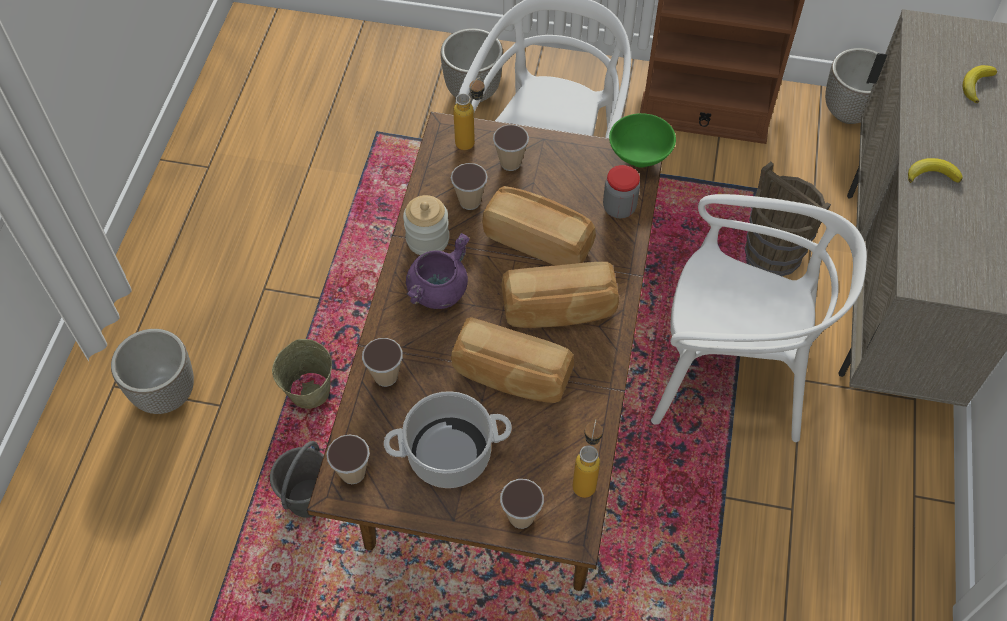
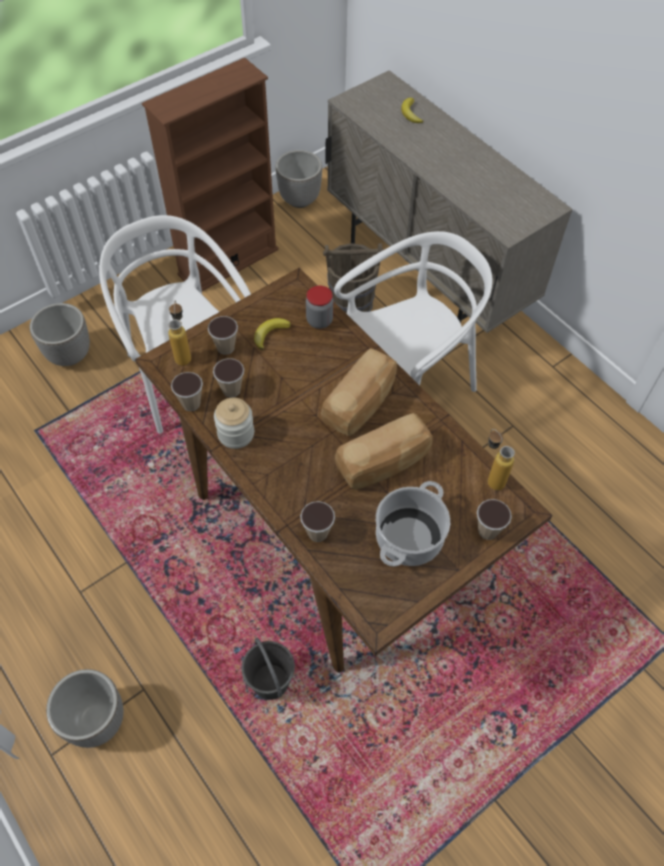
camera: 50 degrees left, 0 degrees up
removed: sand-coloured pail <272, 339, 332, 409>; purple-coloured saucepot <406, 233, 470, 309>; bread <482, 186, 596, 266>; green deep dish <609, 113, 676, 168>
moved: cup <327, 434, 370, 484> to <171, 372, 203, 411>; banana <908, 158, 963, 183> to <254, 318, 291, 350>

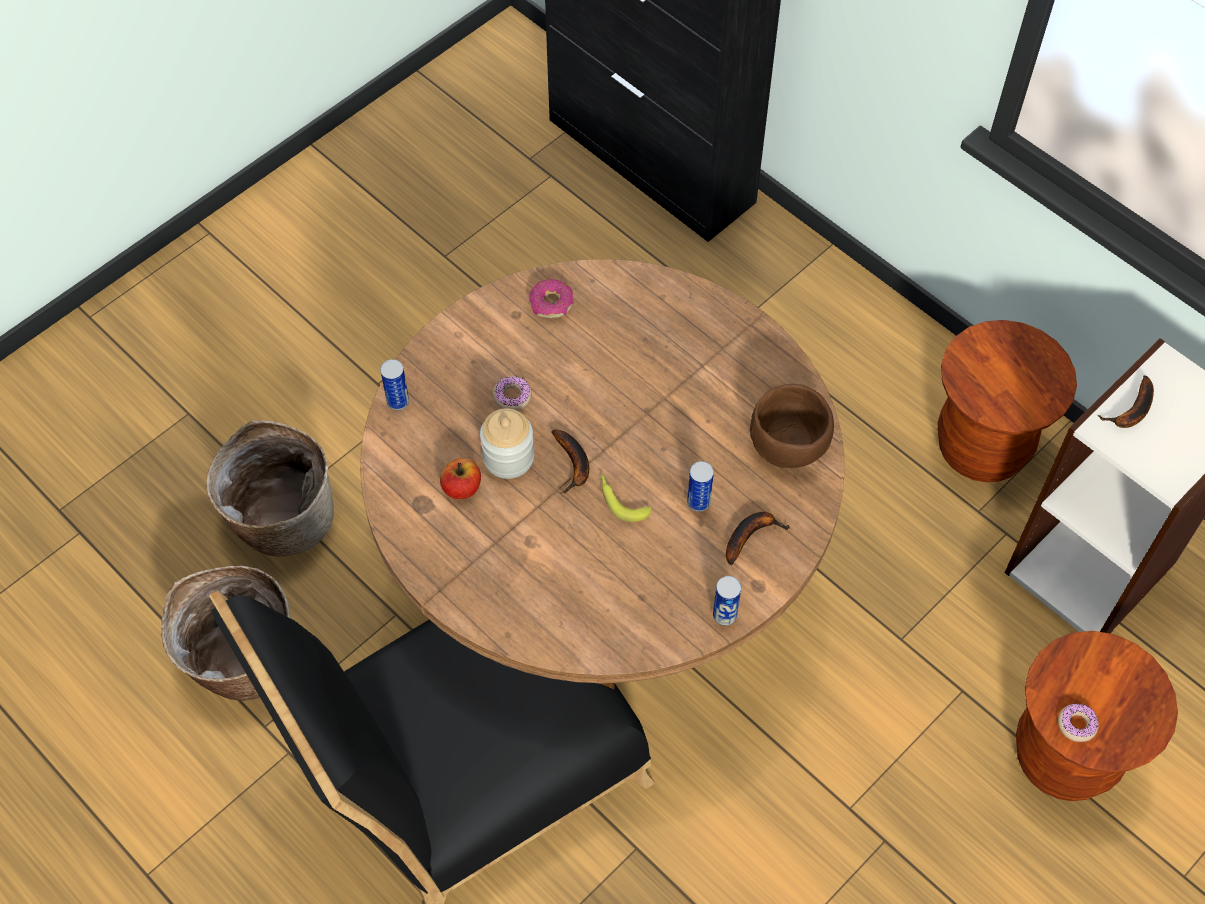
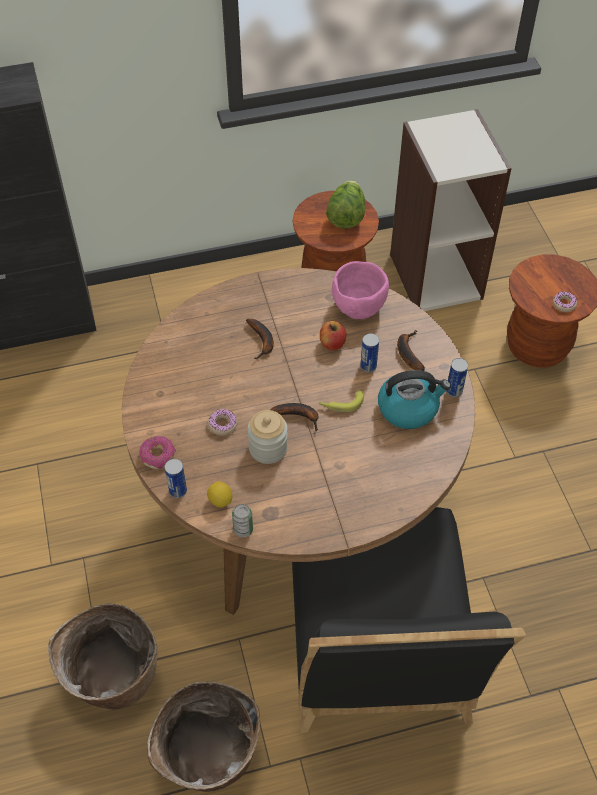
camera: 60 degrees left, 5 degrees down
added: whole lemon <207, 481, 232, 508>; sealed can <232, 504, 253, 537>; lettuce <326, 180, 365, 229>; tea kettle <378, 370, 451, 429>
moved: apple fruit <440, 458, 481, 499> to <320, 321, 346, 351>; ring doughnut <529, 279, 574, 318> to <139, 436, 176, 469>; banana <1098, 376, 1154, 428> to <246, 319, 274, 359>
recoloured: brown-coloured deep dish <750, 384, 834, 468> to pink-coloured deep dish <332, 261, 389, 319>

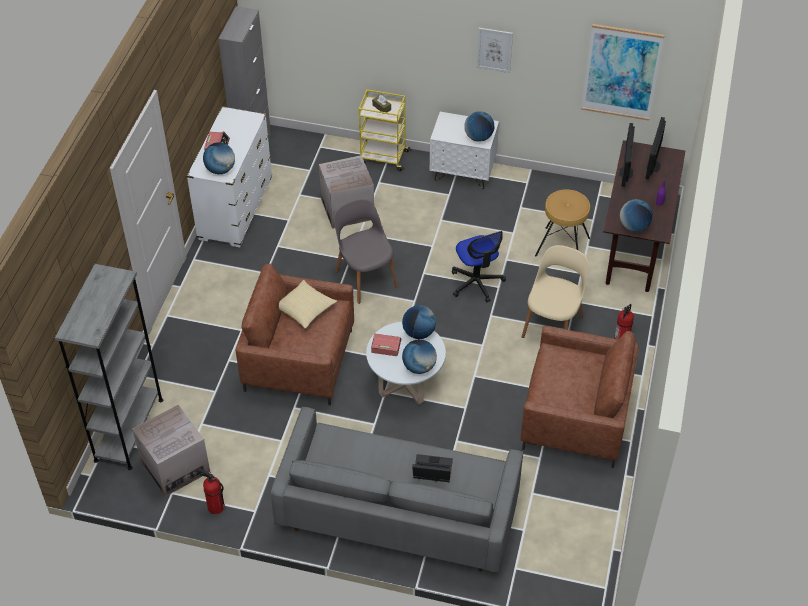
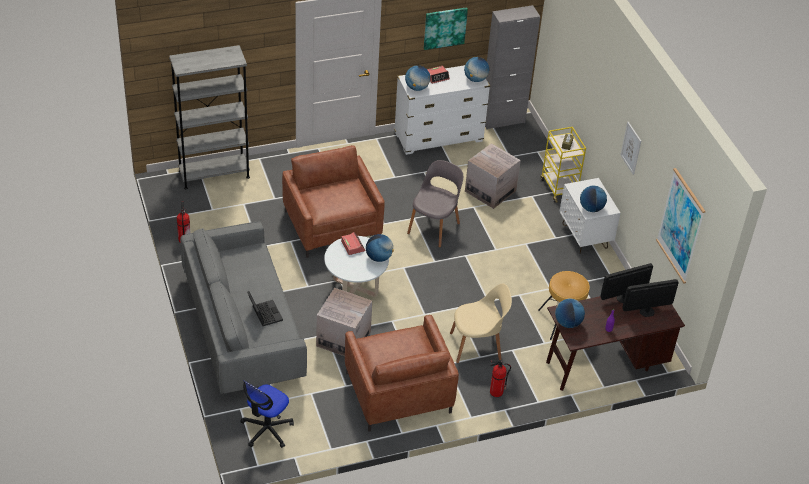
camera: 55 degrees right, 5 degrees down
removed: throw pillow <279, 280, 337, 329>
added: picture <424, 7, 468, 50>
moved: cardboard box <133, 404, 210, 497> to <316, 288, 372, 356>; world globe <402, 339, 437, 374> to <464, 57, 489, 82>; desk chair <452, 231, 506, 302> to <240, 380, 294, 448>

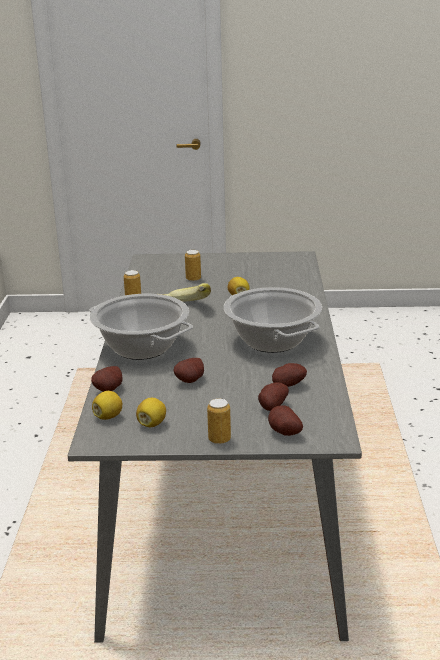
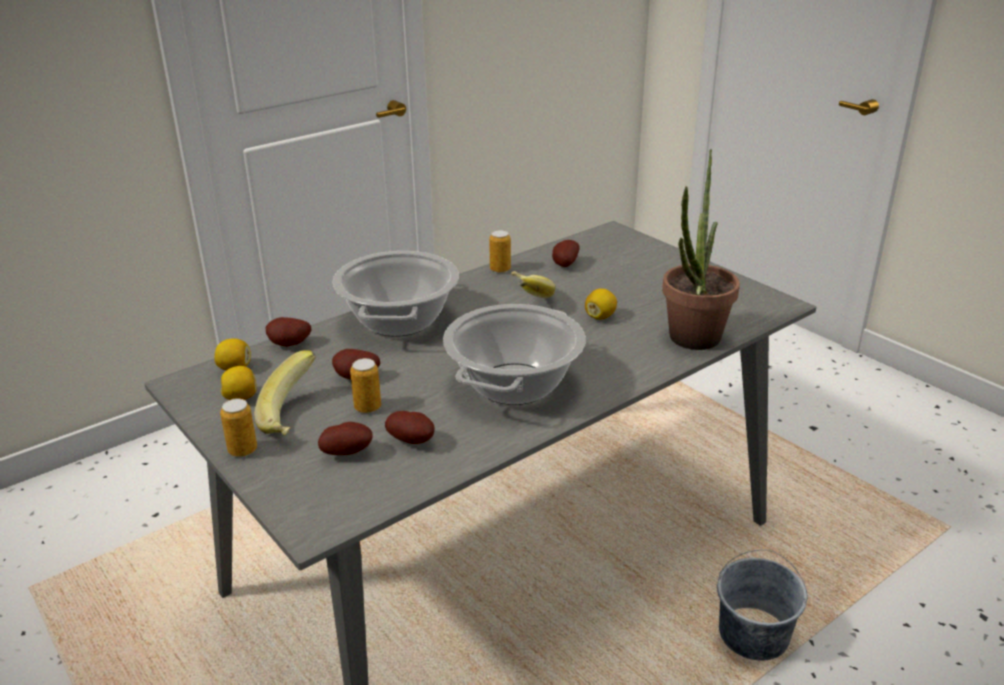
camera: 50 degrees right, 5 degrees up
added: banana <254, 350, 316, 436>; houseplant <662, 149, 740, 350>; gray pail <717, 549, 808, 661>
moved: sealed can <185, 250, 201, 281> to <350, 358, 381, 413>; whole potato <268, 405, 303, 436> to <552, 240, 580, 267>

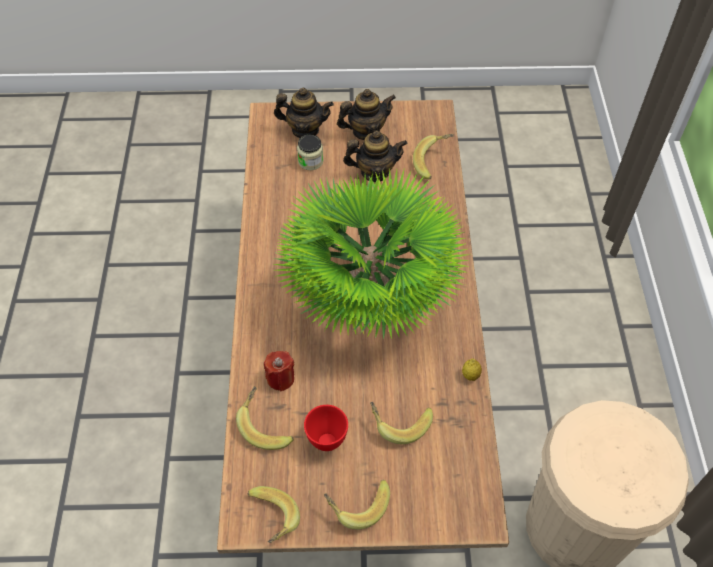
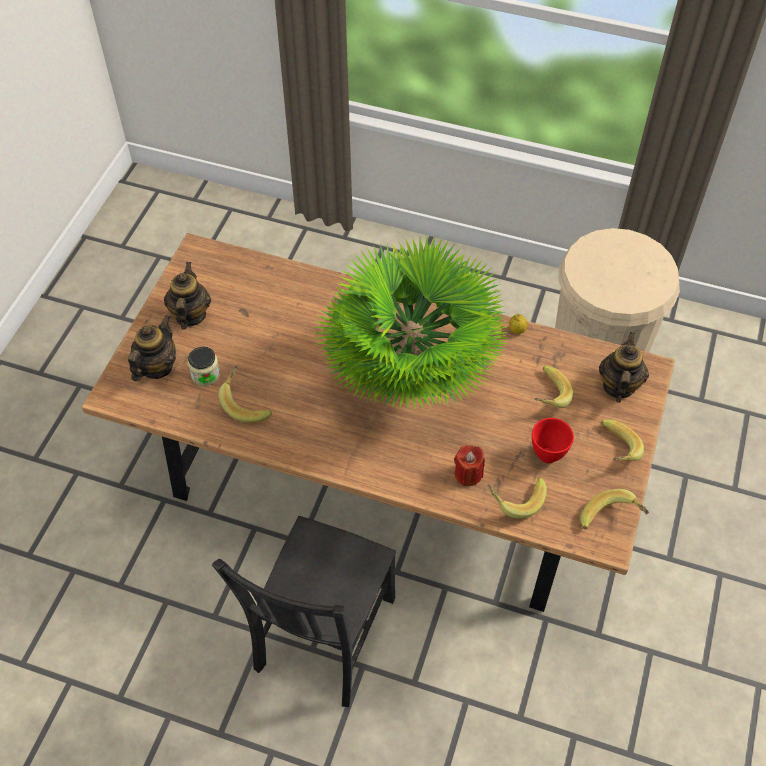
camera: 70 degrees left, 0 degrees up
added: blackish upright chair <212, 516, 396, 707>
moved: teapot <343, 130, 407, 182> to <599, 332, 649, 403>; banana <413, 134, 454, 179> to <219, 365, 272, 423>

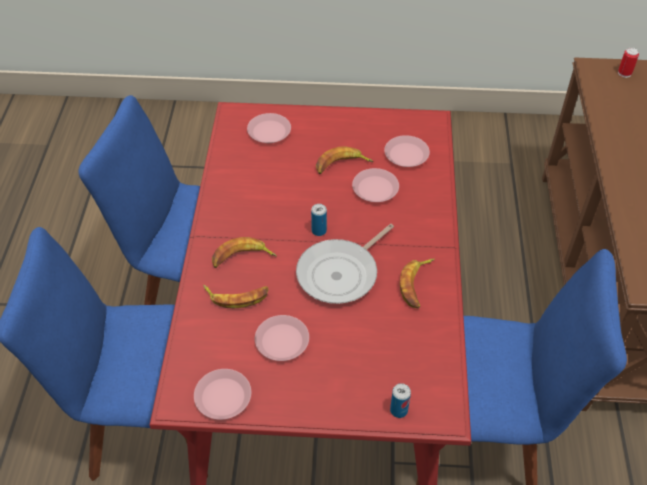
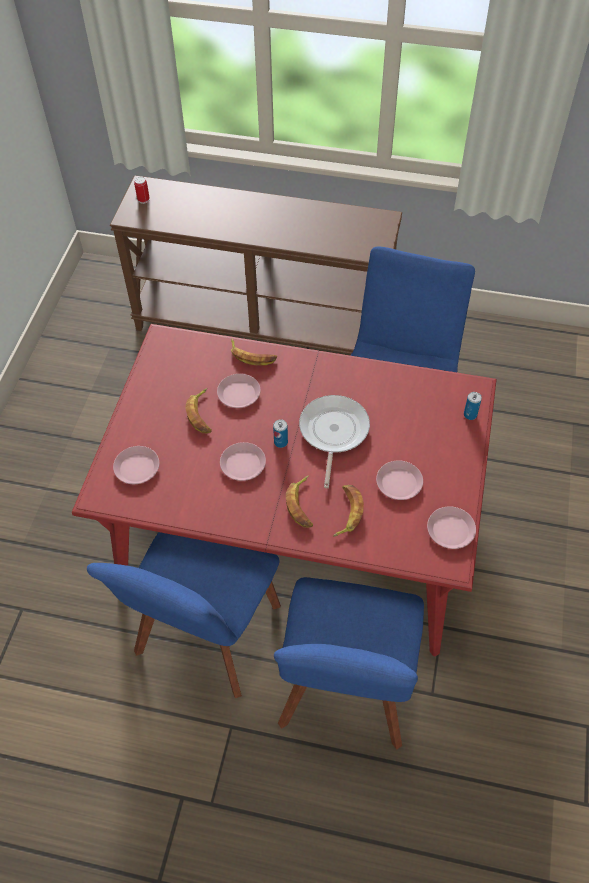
camera: 80 degrees left, 5 degrees up
moved: pink-coloured dinner plate <384, 135, 430, 167> to <220, 442, 266, 481>; banana <400, 259, 435, 308> to <231, 339, 277, 366>
turned: pan <296, 224, 394, 304> = <299, 395, 370, 488> 135 degrees counterclockwise

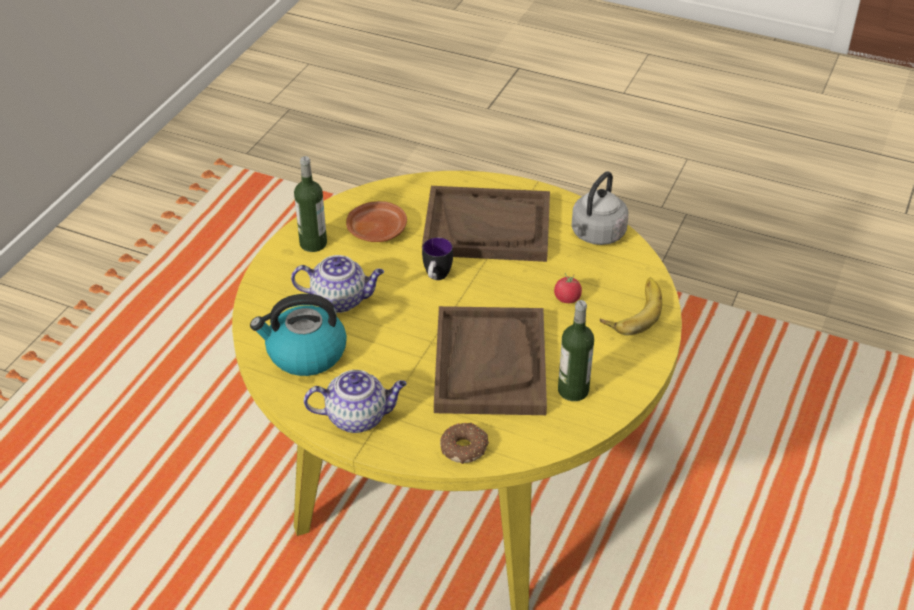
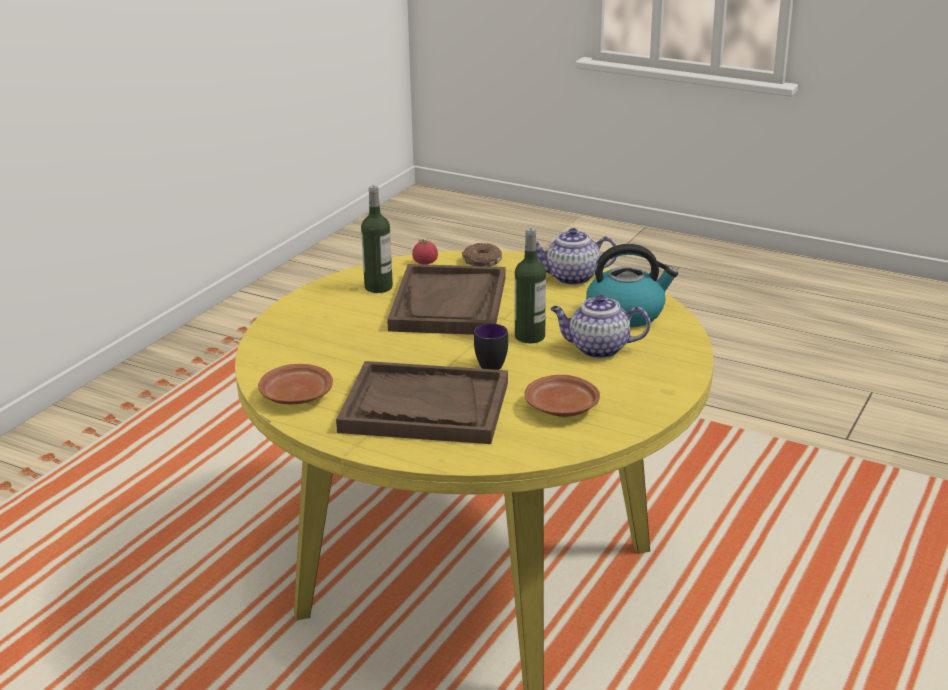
camera: 175 degrees left, 15 degrees down
removed: banana <600, 278, 662, 335>
moved: drink bottle <294, 156, 327, 252> to <515, 228, 546, 343>; tomato <554, 273, 582, 303> to <412, 238, 438, 265>
replaced: gray tea kettle <571, 171, 628, 245> to brown-coloured dinner plate <258, 364, 333, 404>

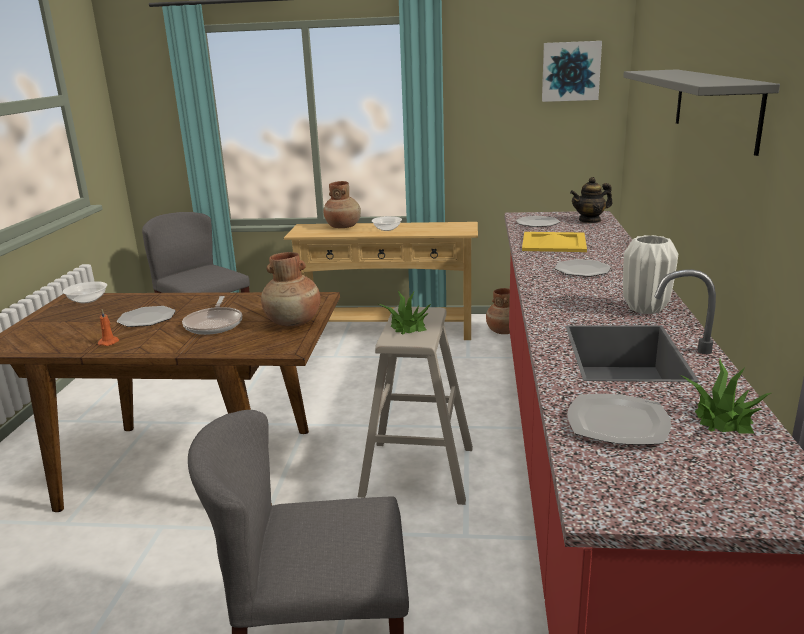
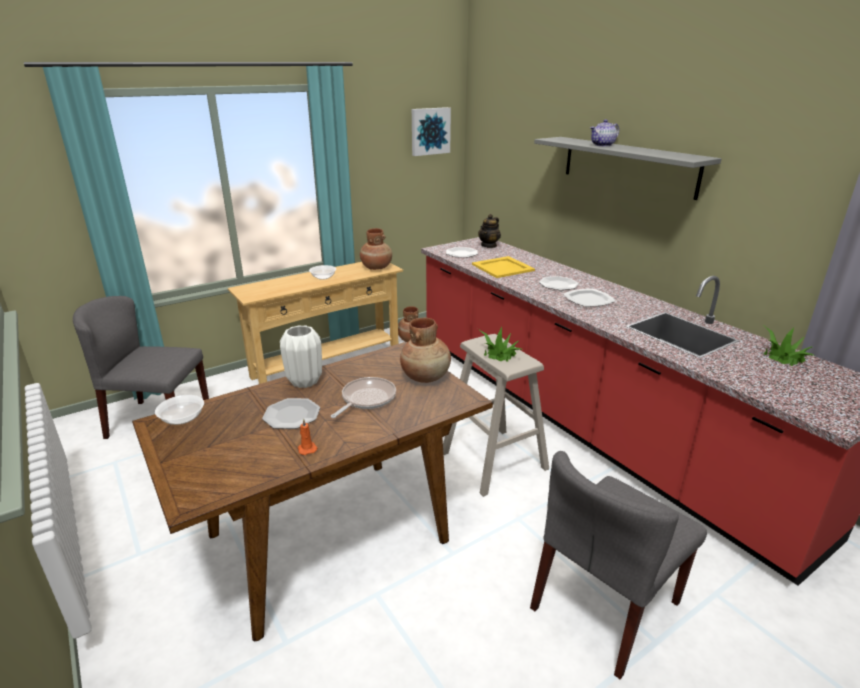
camera: 40 degrees left, 5 degrees up
added: teapot <590, 119, 619, 146>
moved: brown-coloured decorative vase <323, 181, 361, 228> to <360, 228, 392, 270>; dinner plate <567, 394, 671, 445> to <564, 289, 615, 307>; white-coloured decorative vase <623, 235, 678, 314> to <280, 325, 322, 388>
turned: pan <182, 296, 242, 335> = <331, 377, 396, 418> 105 degrees counterclockwise

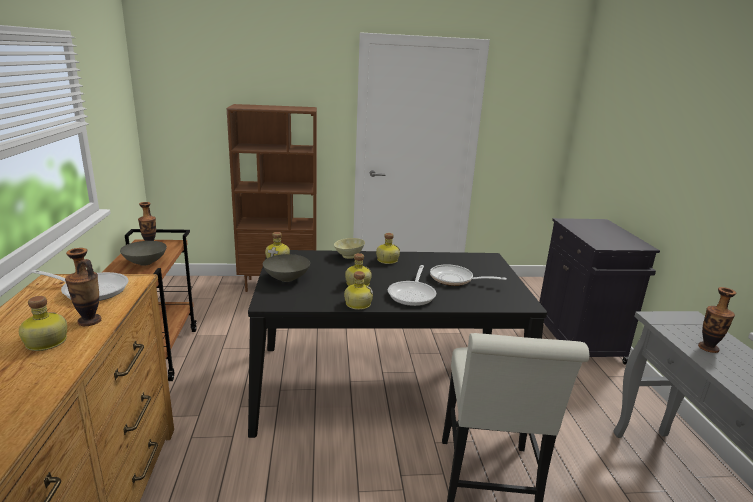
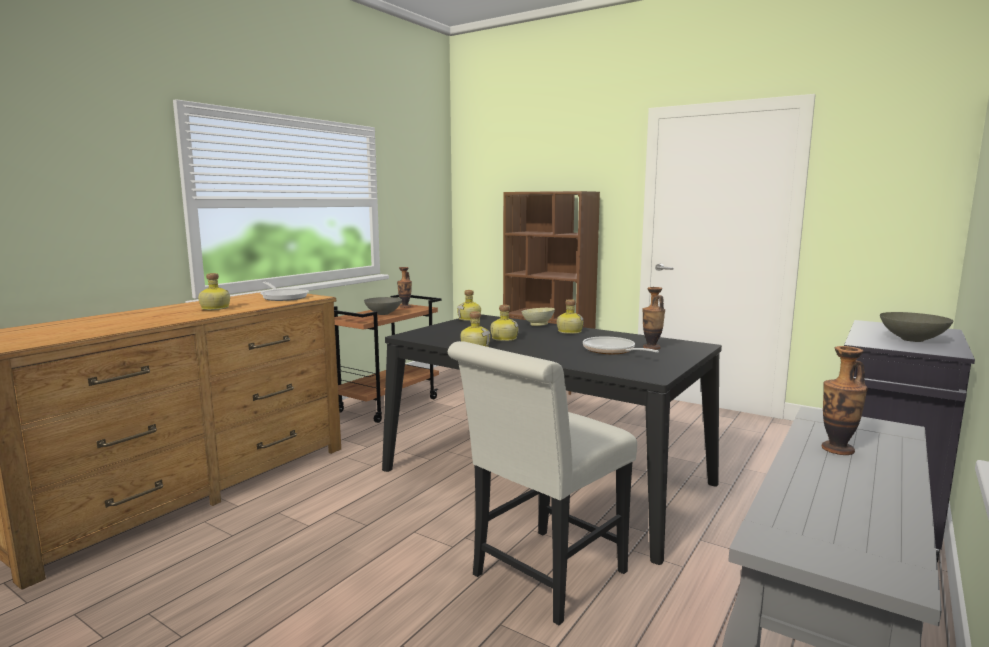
camera: 40 degrees right, 10 degrees down
removed: pan <388, 265, 436, 306>
moved: decorative vase <65, 248, 102, 326> to <642, 287, 665, 350>; gray deep dish <263, 254, 310, 282> to <880, 312, 953, 342>

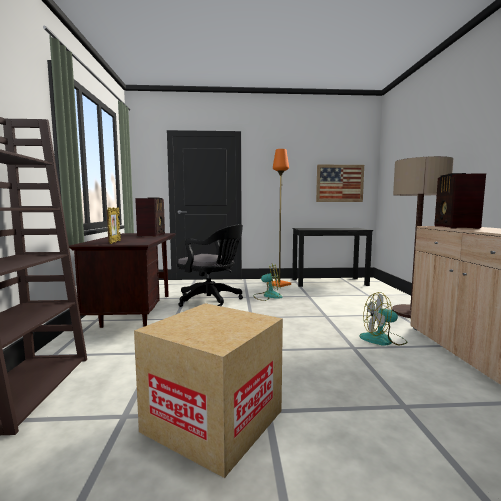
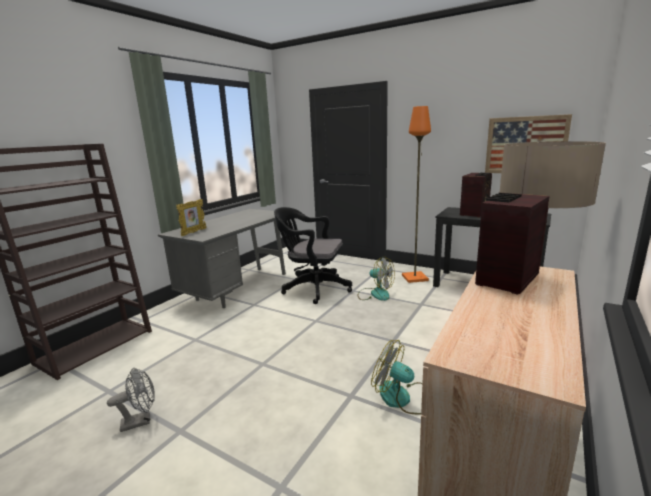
camera: 35 degrees right, 10 degrees up
moved: radio receiver <135, 197, 165, 237> to <460, 173, 492, 217>
replaced: cardboard box <134, 303, 283, 478> to gray cooling fan <107, 368, 155, 432>
recoloured: brown-coloured desk <69, 233, 176, 328> to gray desk <158, 209, 286, 308>
turned: blackish desk chair <177, 224, 243, 307> = <274, 207, 352, 304> 135 degrees clockwise

